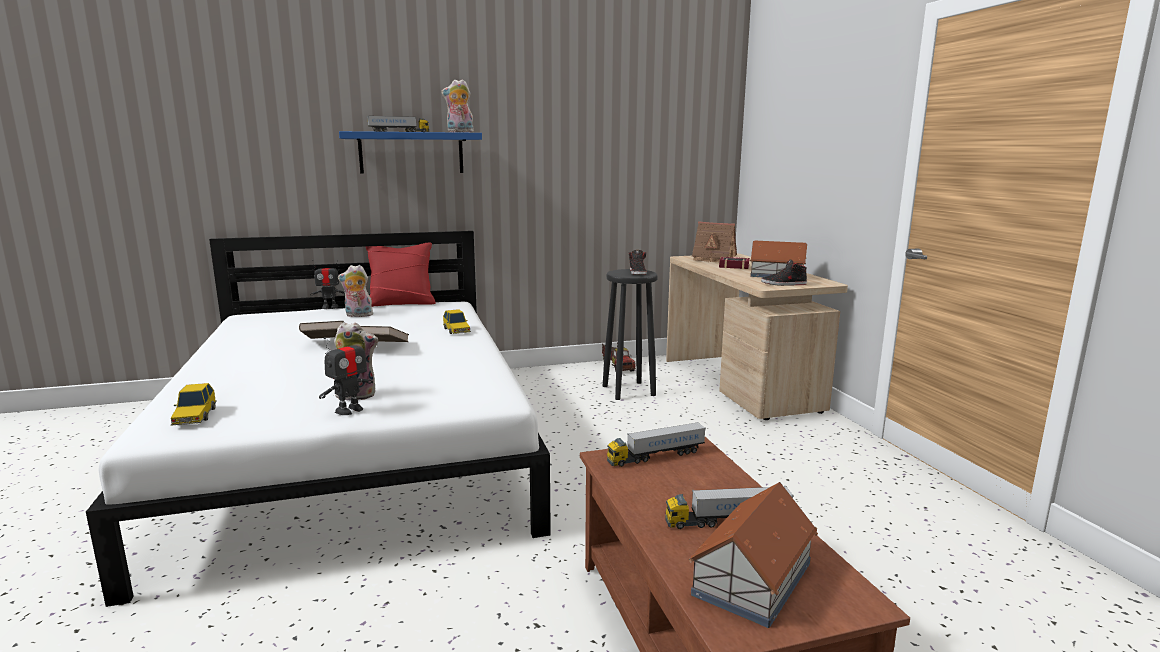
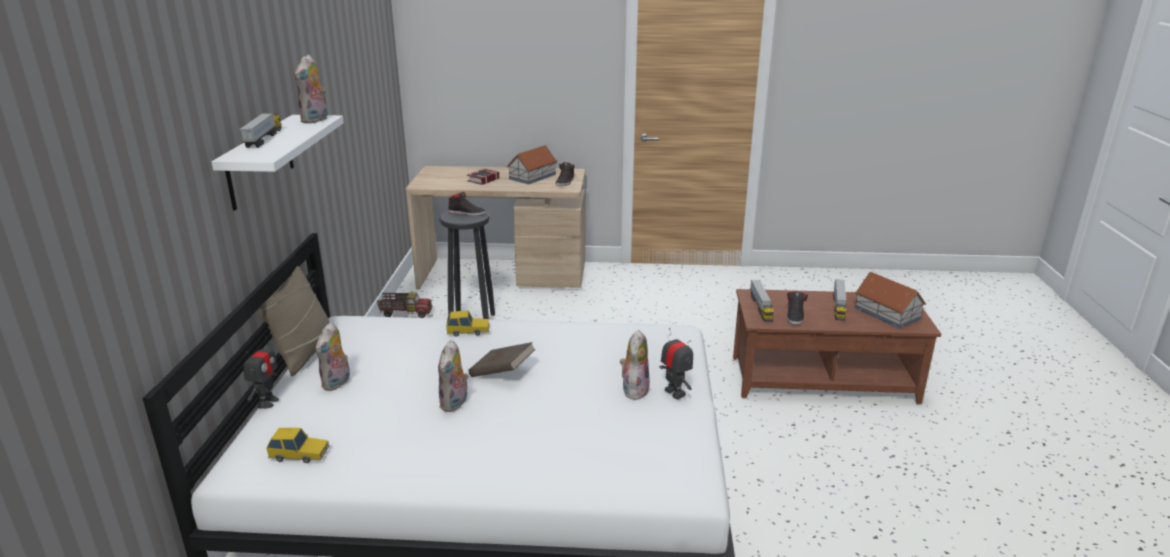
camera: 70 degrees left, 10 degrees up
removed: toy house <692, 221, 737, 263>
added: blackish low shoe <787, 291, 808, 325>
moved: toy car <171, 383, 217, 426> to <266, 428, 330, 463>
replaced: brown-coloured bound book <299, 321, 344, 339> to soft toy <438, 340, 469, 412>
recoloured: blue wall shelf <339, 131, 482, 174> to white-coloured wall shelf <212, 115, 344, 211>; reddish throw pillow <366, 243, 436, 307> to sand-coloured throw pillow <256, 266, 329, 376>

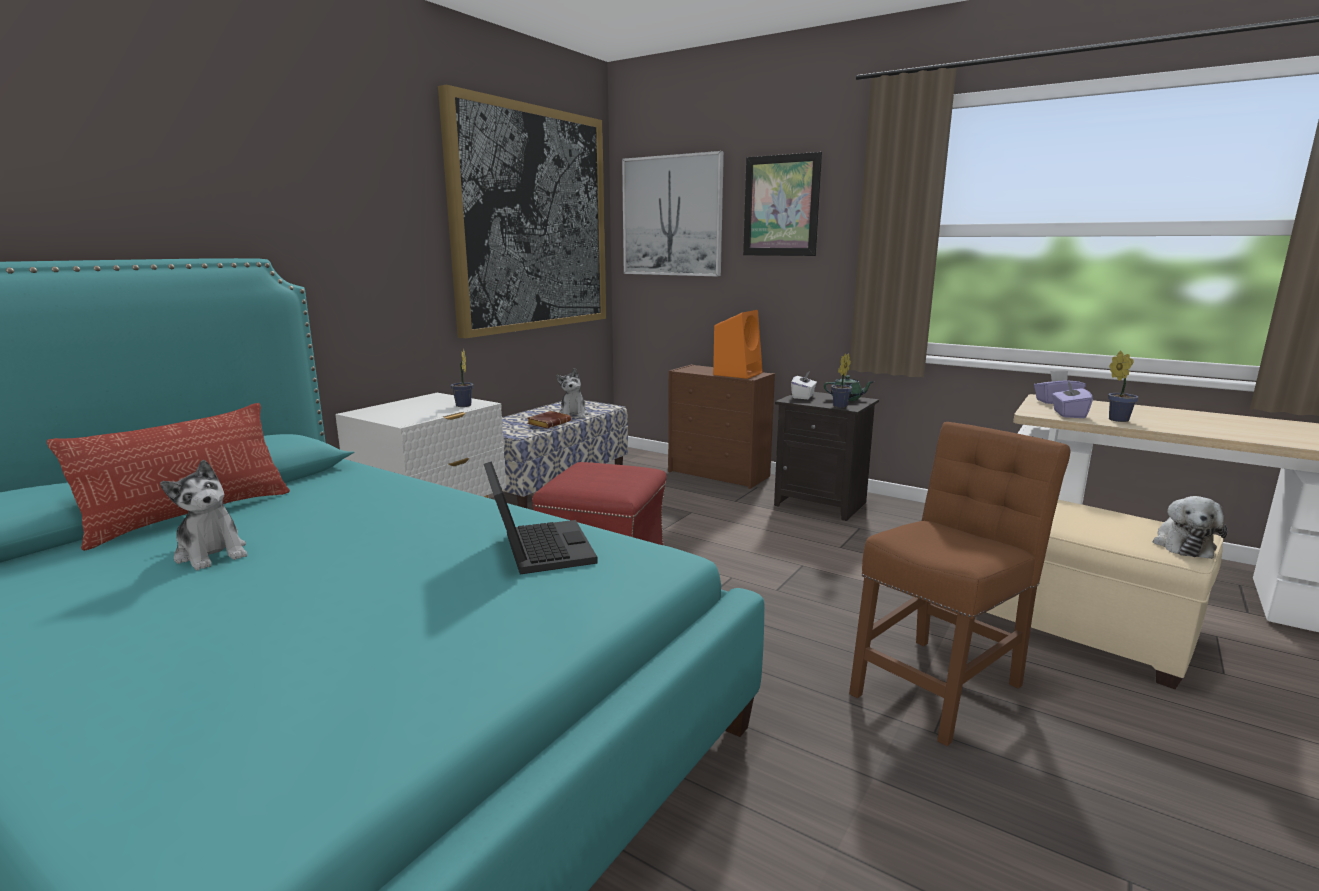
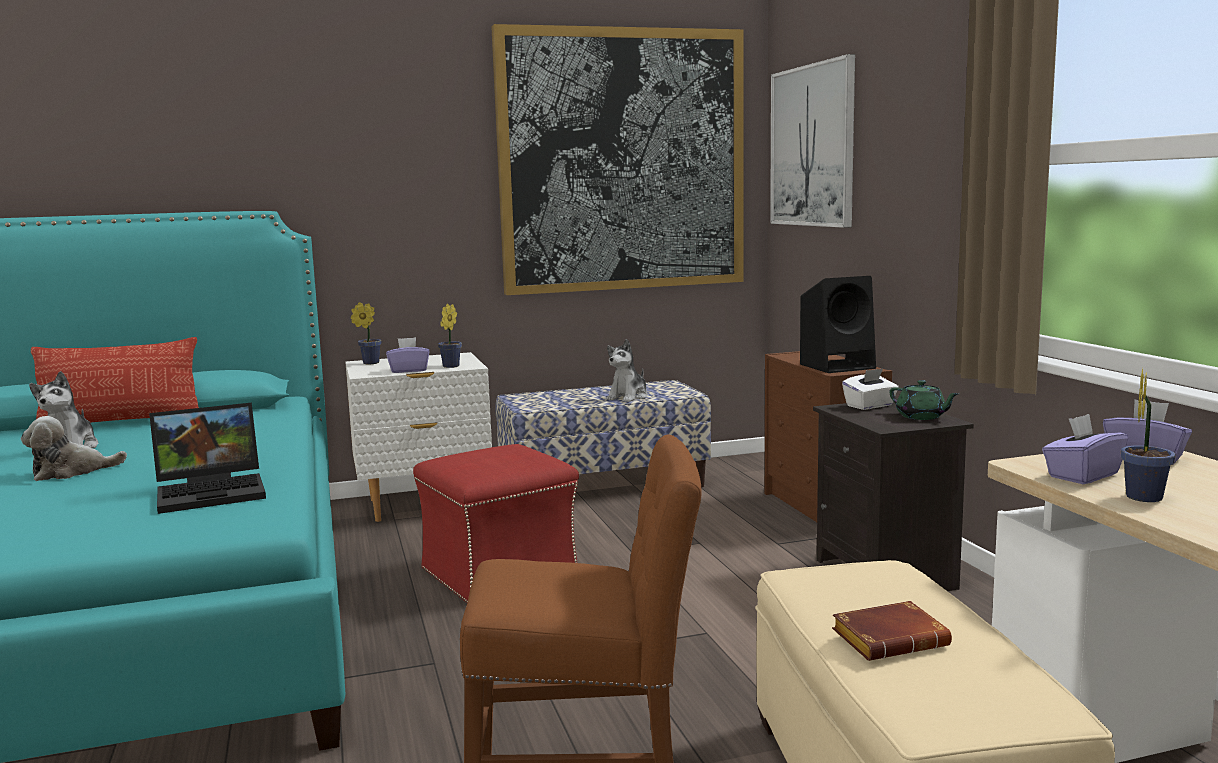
camera: 40 degrees right, 5 degrees down
removed: picture <743, 152, 822, 256>
added: purple-coloured tissue holder <386, 337, 430, 373>
moved: brown-coloured bound book <527, 411, 571, 429> to <832, 601, 952, 661>; houseplant <831, 353, 852, 408> to <351, 302, 381, 365>; soft toy <1153, 496, 1227, 559> to <21, 416, 127, 481>
recoloured: orange speaker <713, 310, 763, 379> to blackish speaker <800, 276, 876, 373>
turned: notebook computer <484, 461, 598, 575> = <149, 403, 266, 514> 45 degrees clockwise

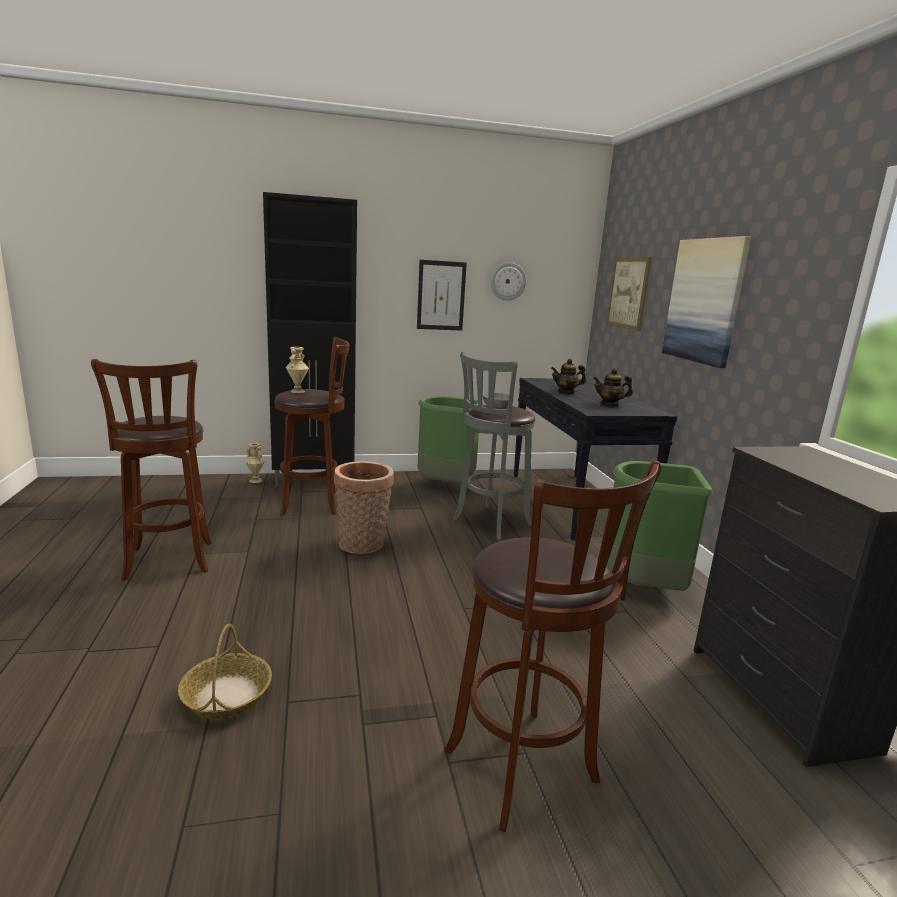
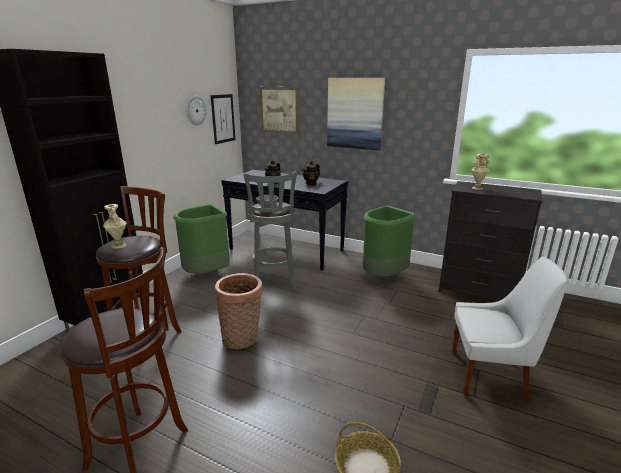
camera: 50 degrees left, 5 degrees up
moved: sand-coloured decorative vase <245, 443, 265, 483> to <471, 154, 490, 190>; picture <417, 260, 467, 331> to <211, 94, 236, 144>
replaced: brown-coloured stool <444, 460, 661, 832> to white-coloured upright chair <452, 256, 568, 402>

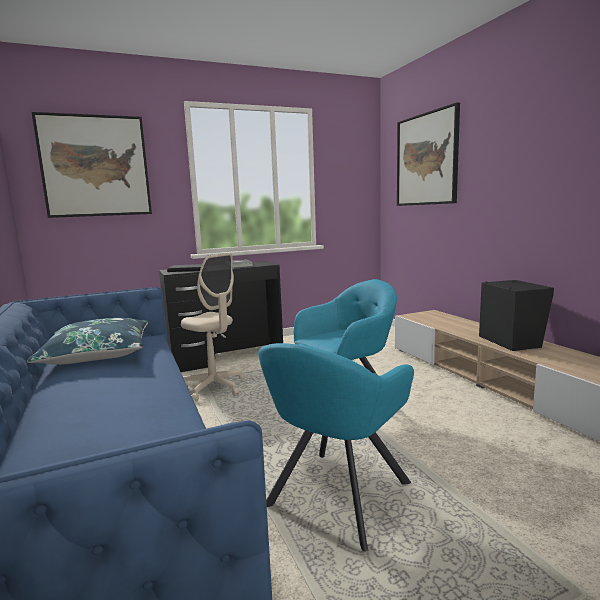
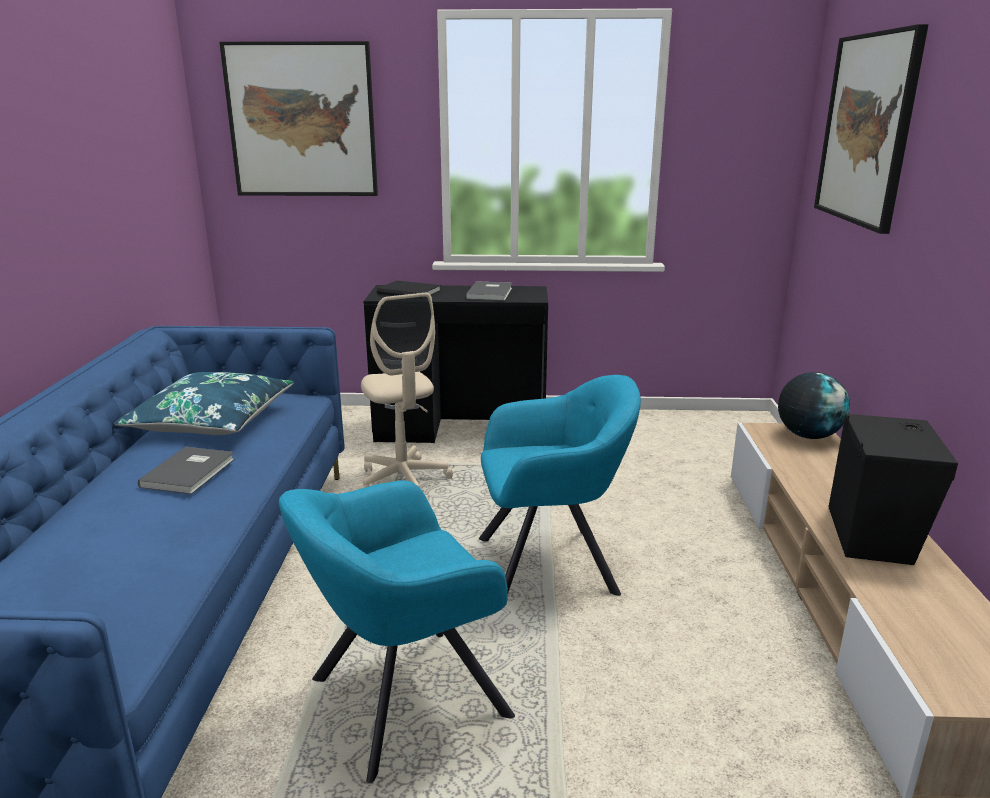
camera: 25 degrees right, 10 degrees up
added: gray bound book <138, 447, 235, 494>; world globe <778, 372, 850, 439>

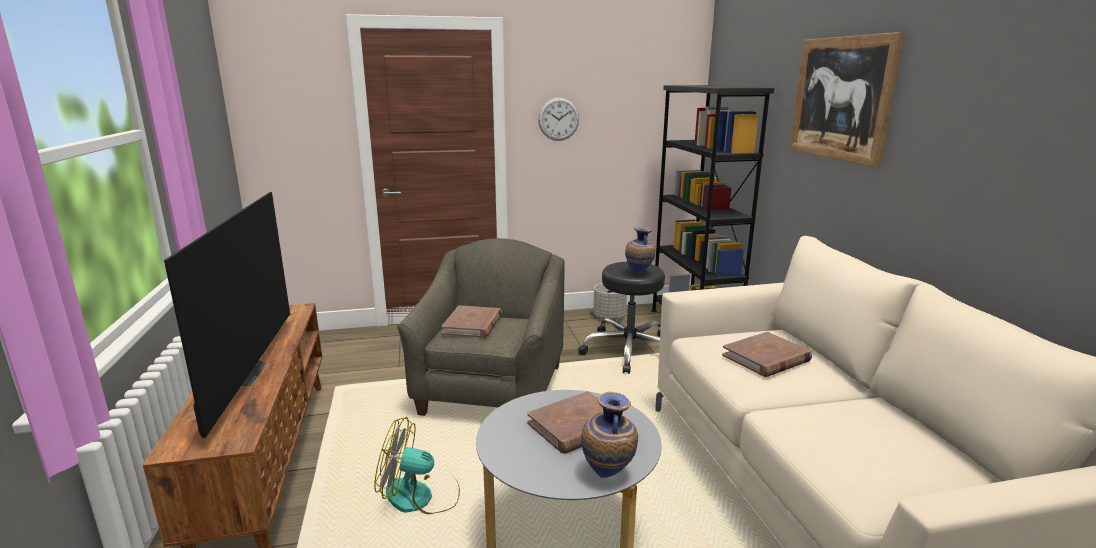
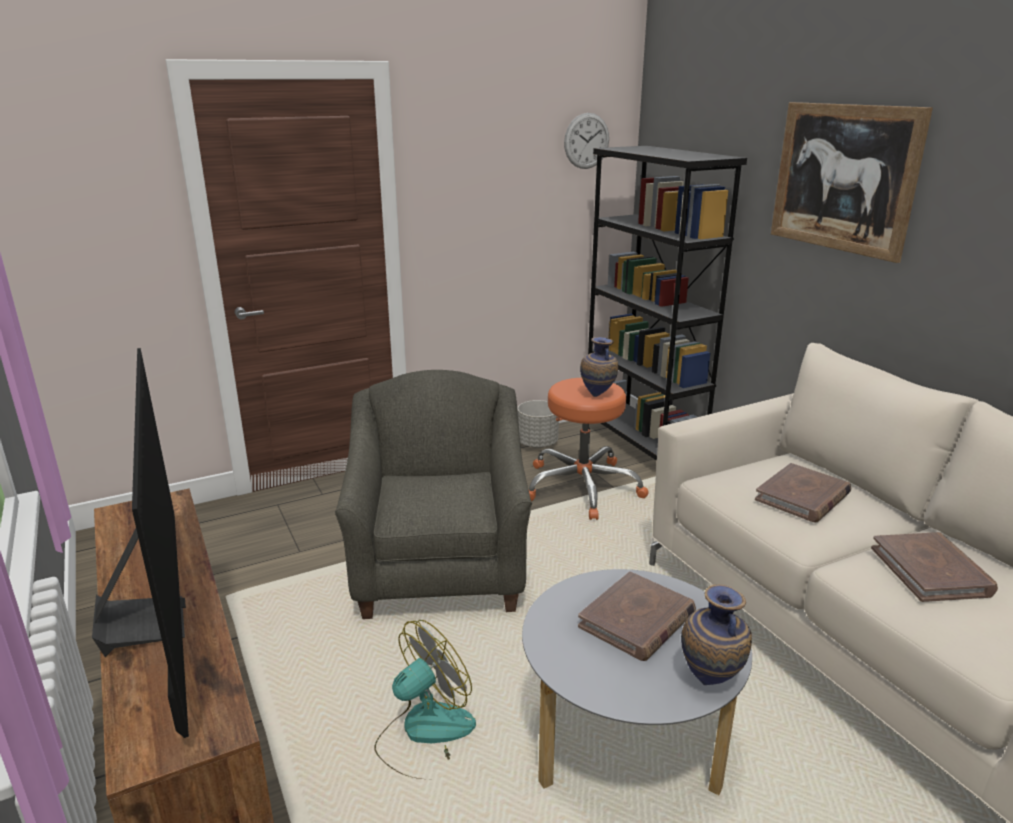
camera: 15 degrees left, 5 degrees up
moved: brown-coloured bound book <441, 305, 502, 338> to <871, 532, 998, 602>; clock on the wall <538, 97, 579, 141> to <564, 113, 609, 169>
recoloured: blackish stool <578, 262, 665, 374> to orange stool <529, 378, 649, 520>
turned: cooling fan <374, 417, 460, 515> = <375, 620, 476, 779> 150 degrees clockwise

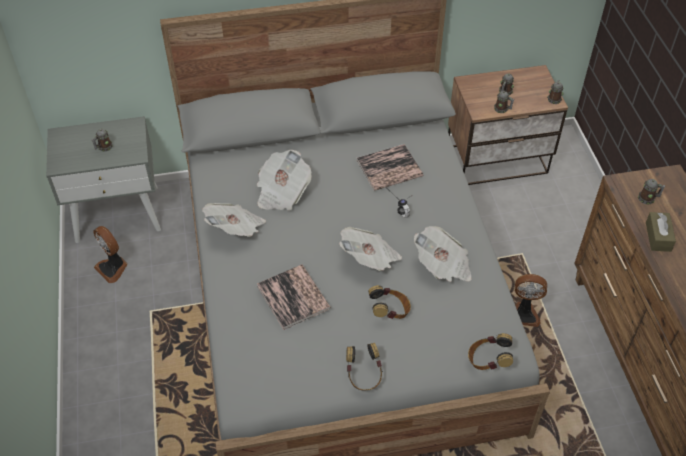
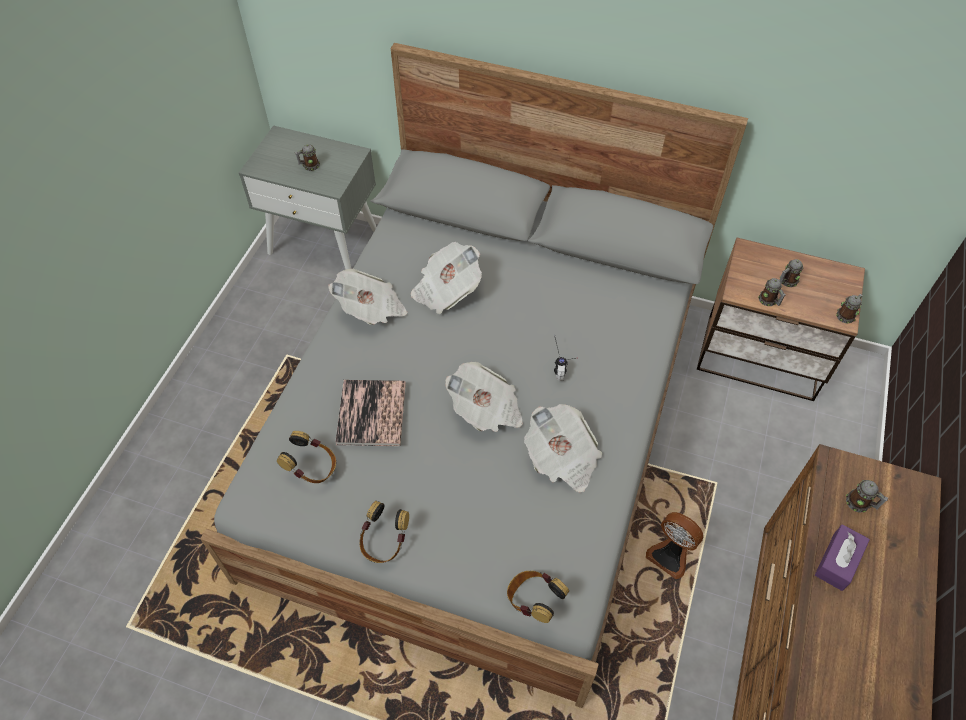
camera: 30 degrees right, 5 degrees up
removed: cooling fan <93, 226, 128, 283>; bound book <356, 144, 423, 191>
moved: headset <368, 285, 411, 319> to <277, 431, 336, 483>
recoloured: brown-coloured tissue holder <646, 212, 676, 252> to purple-coloured tissue holder <815, 524, 870, 591>

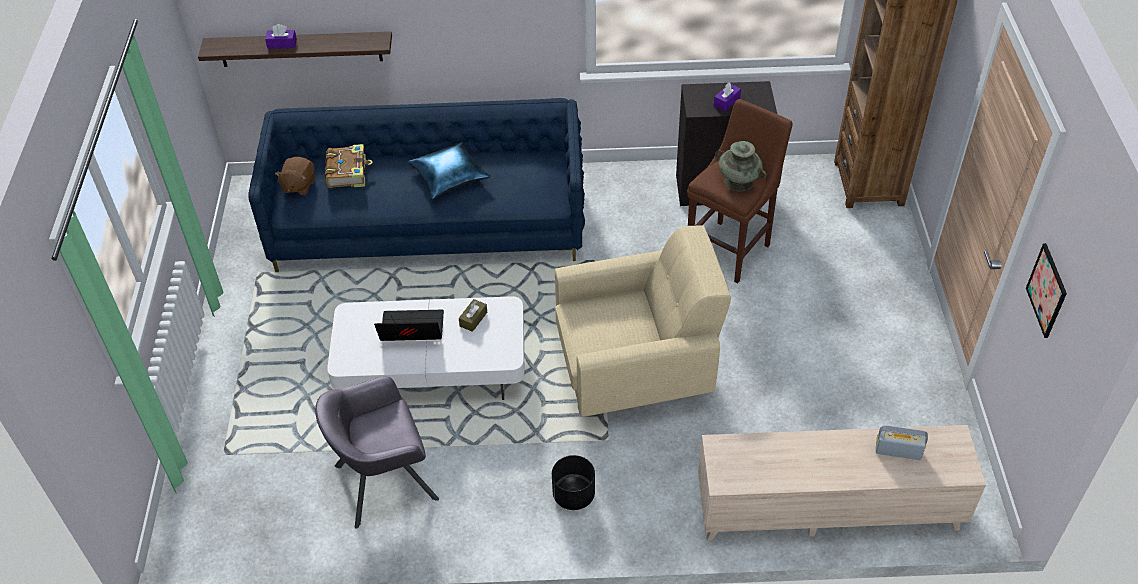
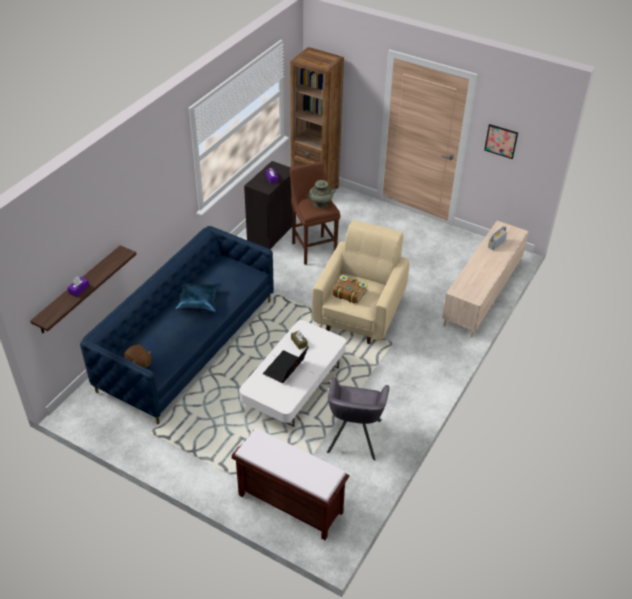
camera: 60 degrees left, 5 degrees down
removed: blackish plant pot <552, 455, 595, 510>
added: brown-coloured bench <231, 428, 350, 540>
moved: bound book <325, 144, 372, 188> to <333, 275, 368, 304>

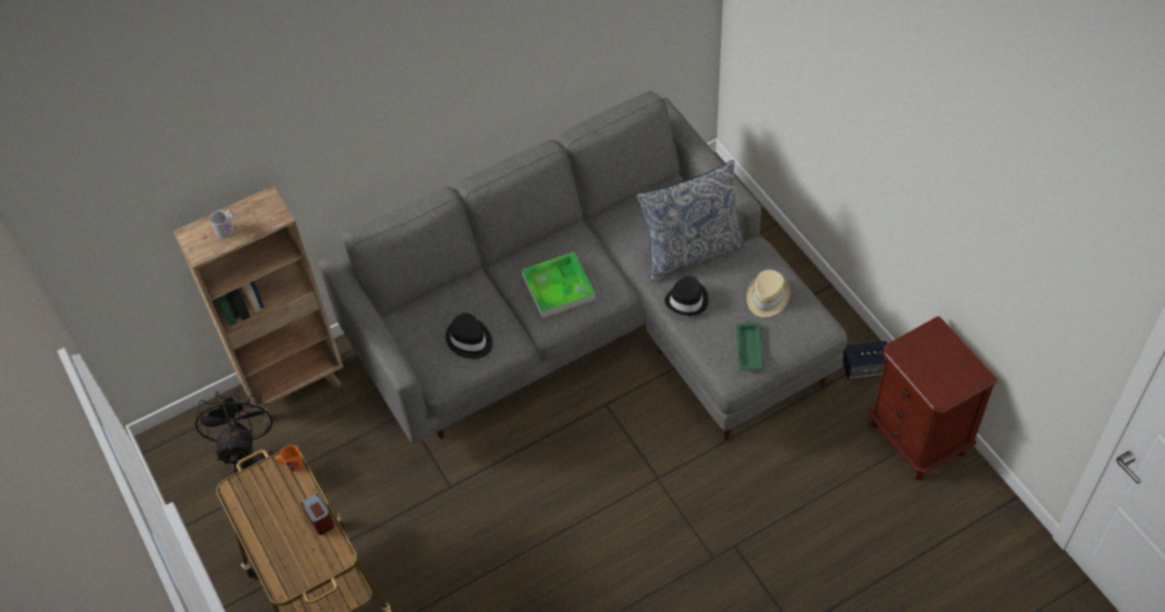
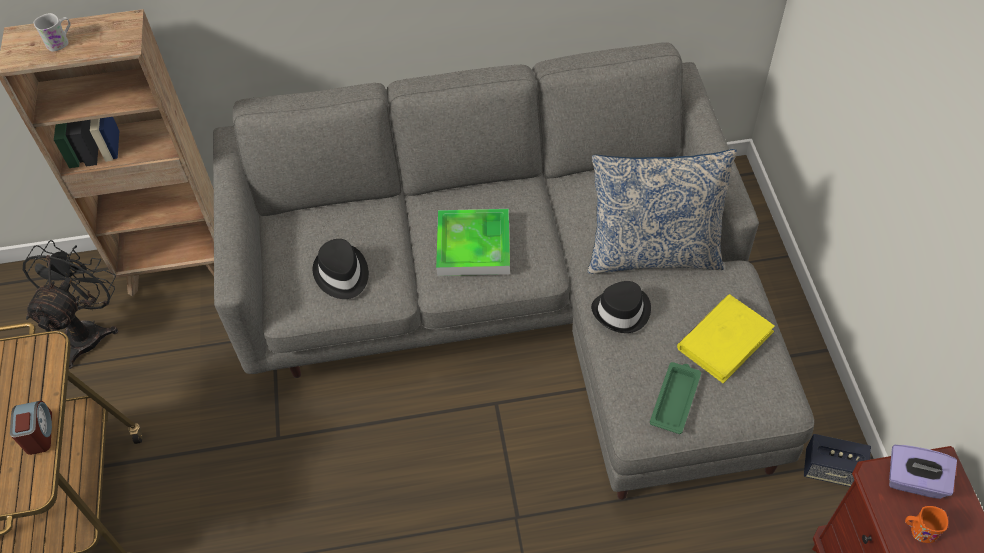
camera: 20 degrees right, 0 degrees up
added: purple-coloured tissue holder <889, 445, 957, 499>
moved: orange tea mug <275, 445, 303, 471> to <905, 506, 948, 543>
replaced: sand-coloured wearable hat <746, 270, 791, 317> to yellow-coloured bound book <677, 294, 775, 383>

